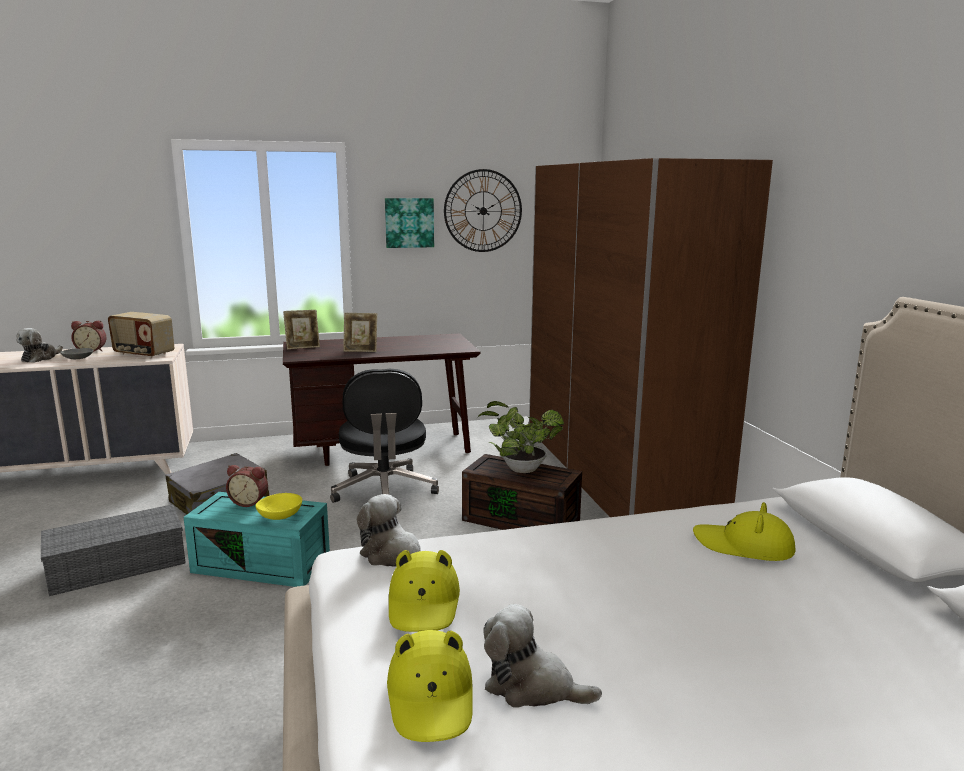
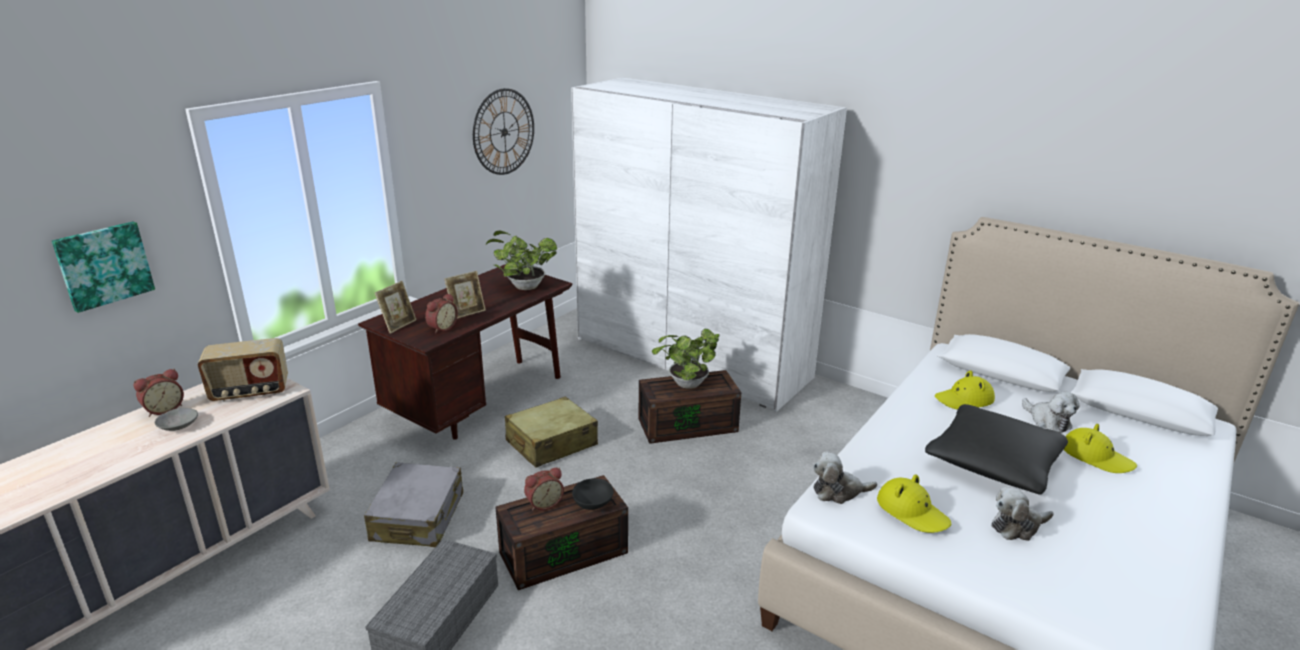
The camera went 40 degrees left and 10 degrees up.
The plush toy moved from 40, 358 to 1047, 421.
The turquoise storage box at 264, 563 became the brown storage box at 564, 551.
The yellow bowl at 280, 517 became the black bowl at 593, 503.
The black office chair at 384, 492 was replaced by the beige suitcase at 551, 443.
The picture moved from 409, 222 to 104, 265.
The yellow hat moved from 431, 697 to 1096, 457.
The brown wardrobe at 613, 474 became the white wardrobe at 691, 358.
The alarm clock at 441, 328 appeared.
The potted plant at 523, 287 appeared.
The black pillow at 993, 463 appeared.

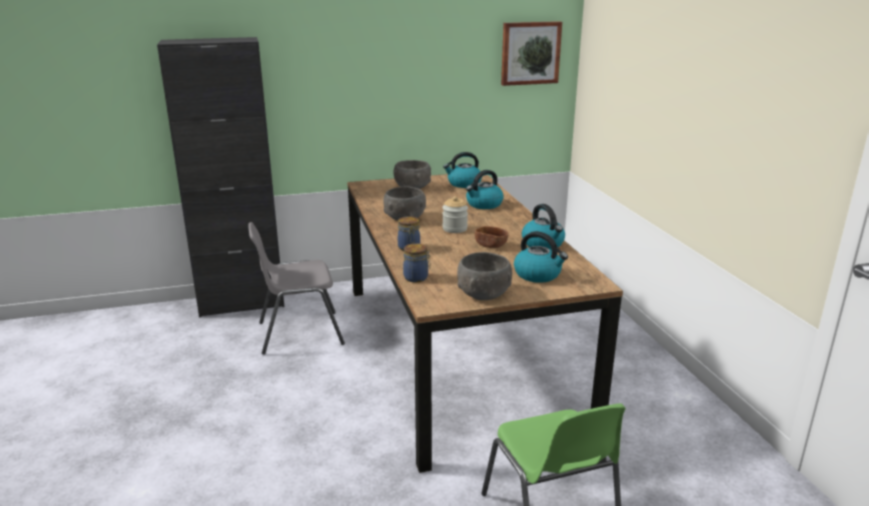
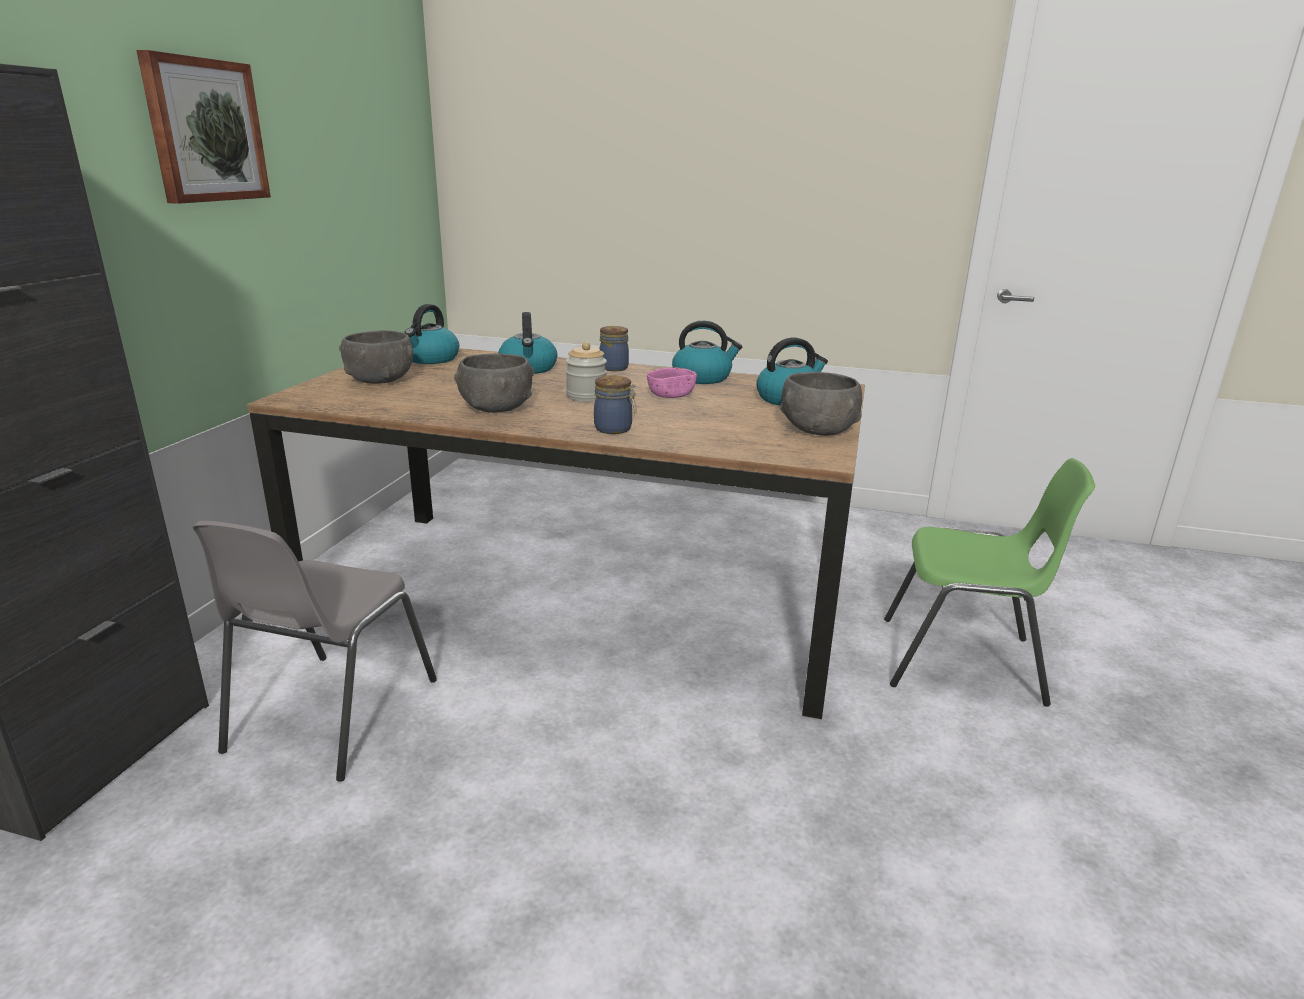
The camera went 60 degrees left and 0 degrees up.
The jar moved from 417, 278 to 615, 368.
The brown bowl at 491, 245 became the pink bowl at 671, 395.
The picture moved from 530, 53 to 205, 131.

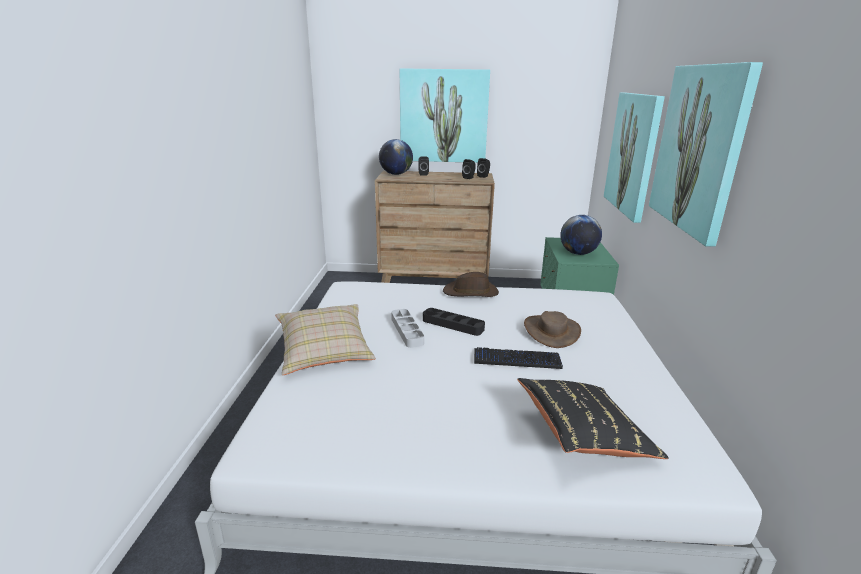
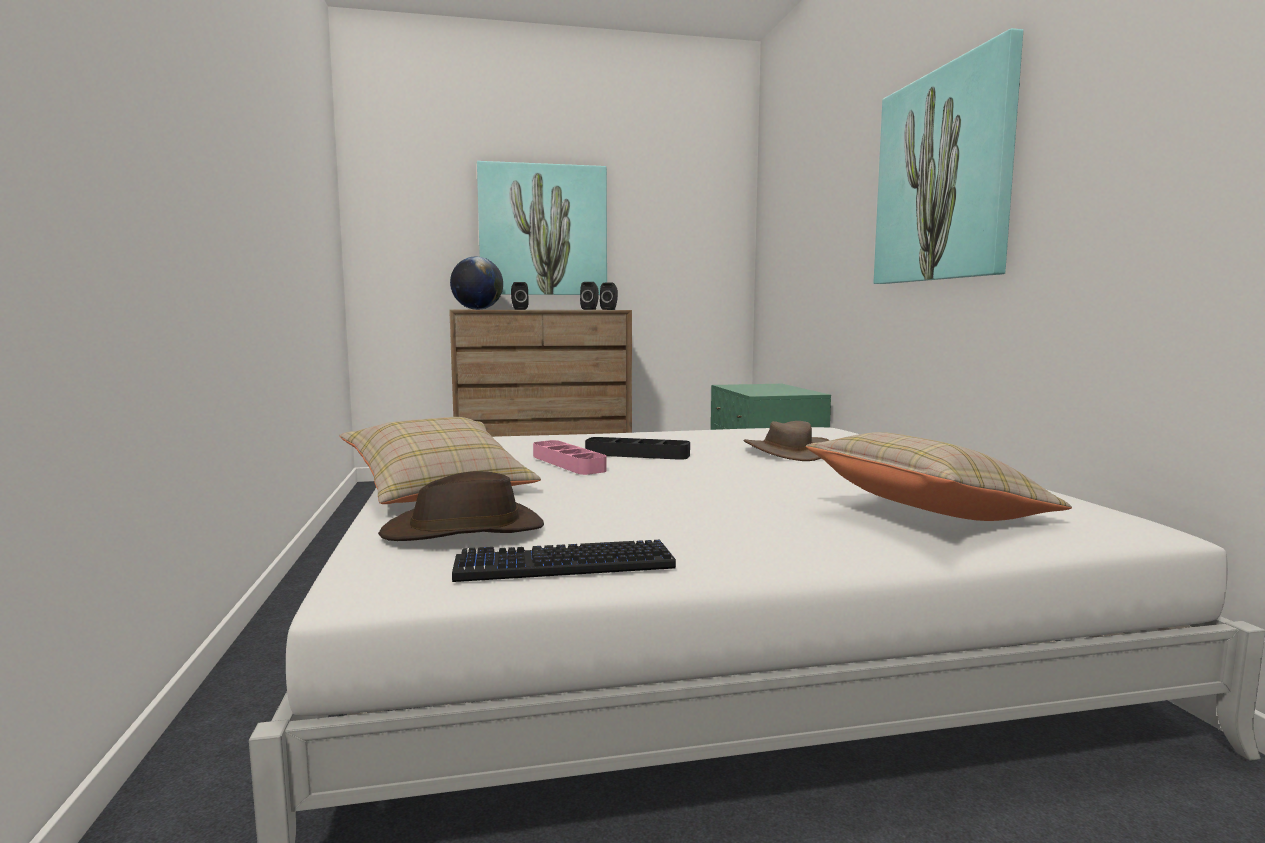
The camera went 15 degrees left and 15 degrees down.
The grey tray at 407, 331 became the pink tray at 568, 463.
The brown hat moved from 471, 292 to 465, 531.
The keyboard moved from 516, 359 to 563, 564.
The black pillow at 583, 435 became the beige pillow at 928, 513.
The globe at 578, 253 disappeared.
The picture at 633, 154 disappeared.

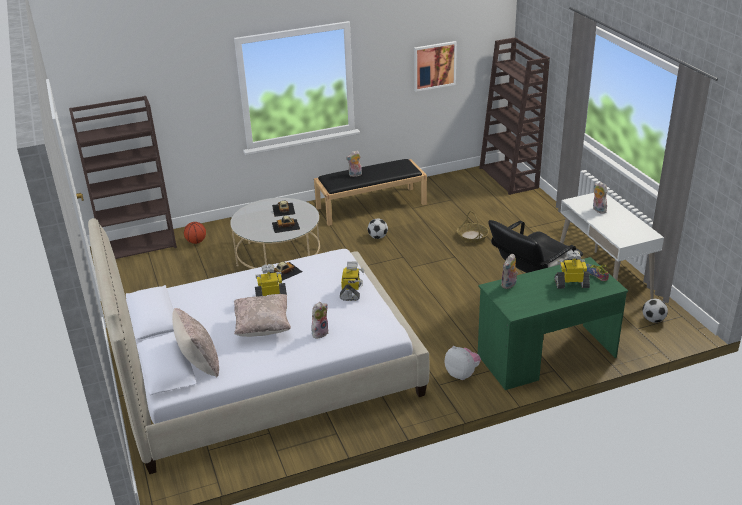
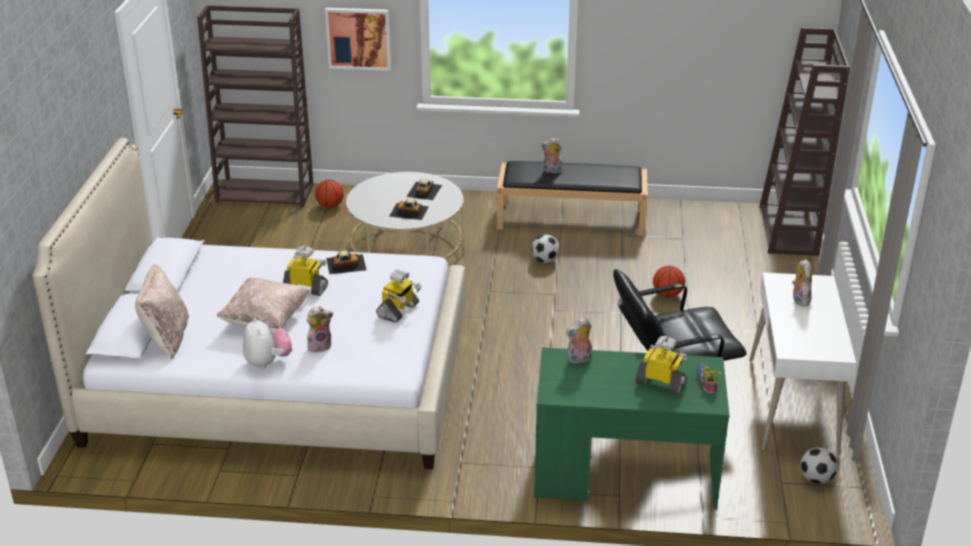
The camera went 25 degrees right and 0 degrees up.
The picture moved from 434, 65 to 358, 38.
The plush toy moved from 462, 374 to 268, 362.
The basket at 472, 236 was replaced by the basketball at 667, 294.

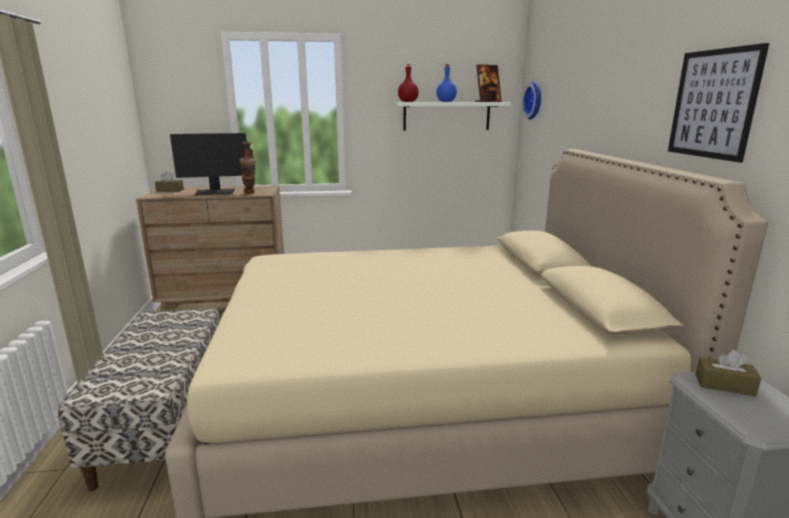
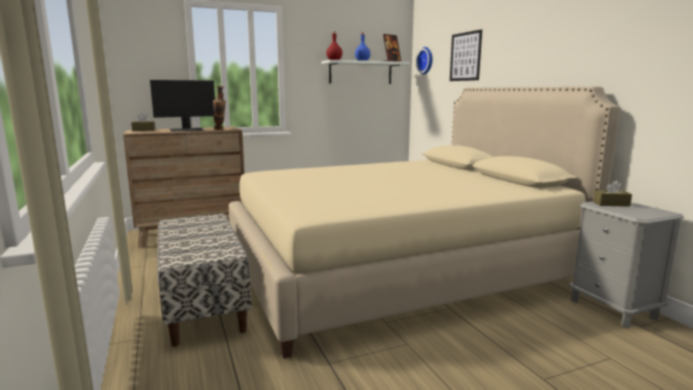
The camera went 15 degrees left and 5 degrees down.
The picture moved from 713, 104 to 465, 56.

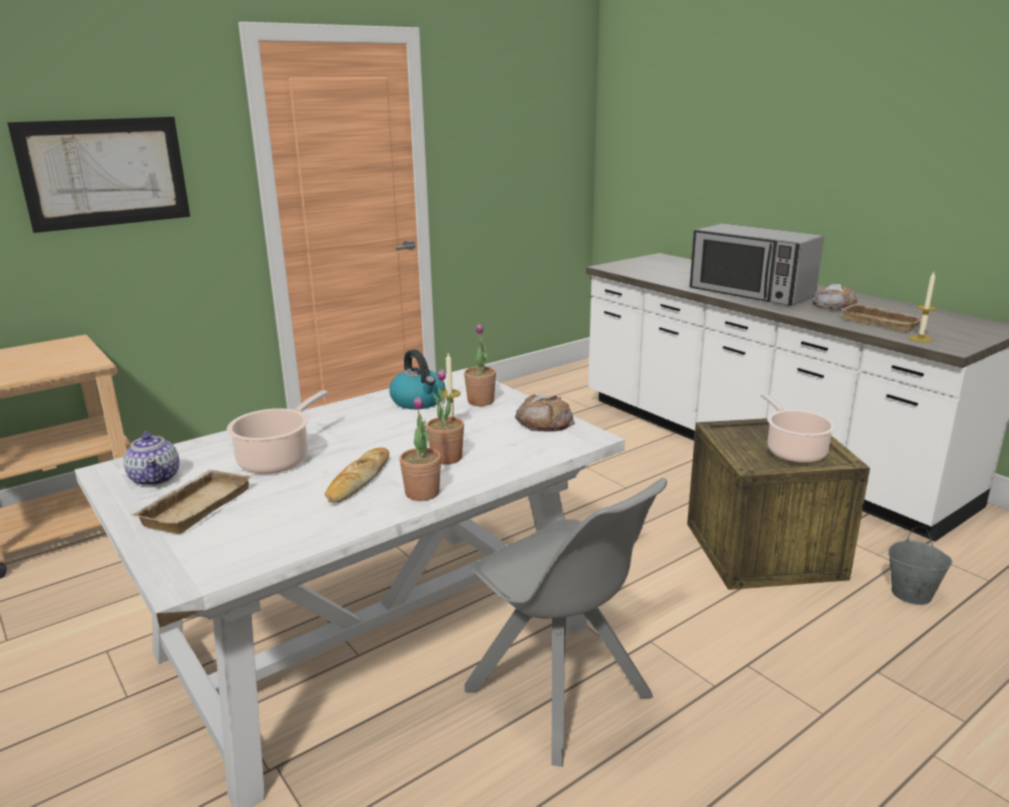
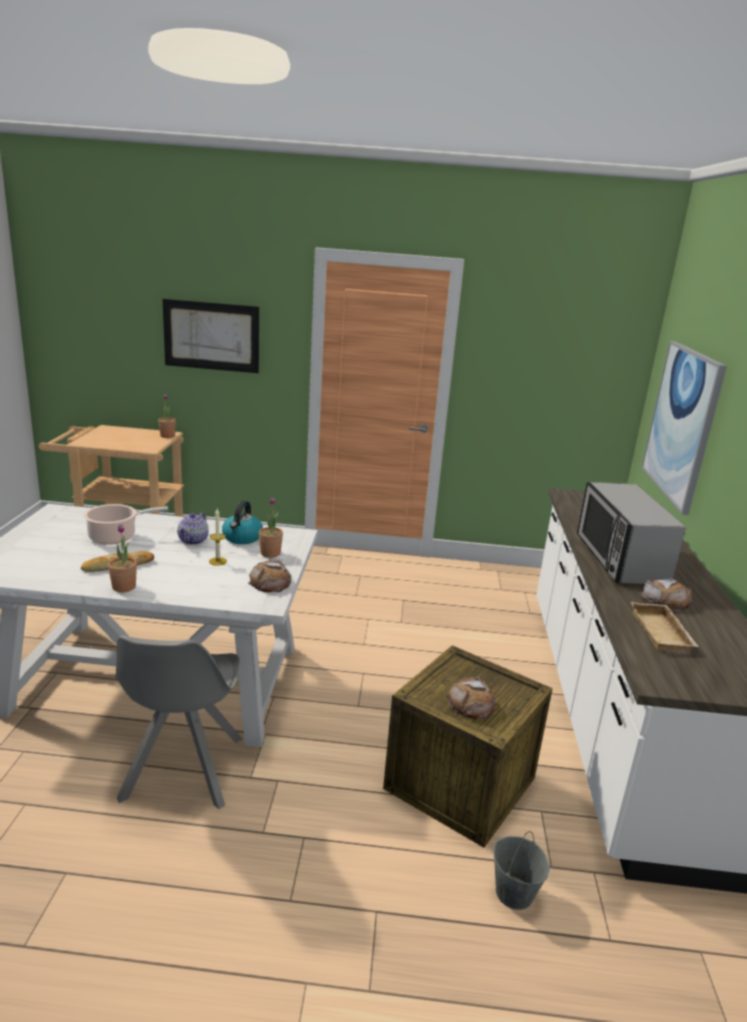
The camera went 40 degrees right and 0 degrees up.
The teapot moved from 156, 478 to 193, 540.
The beige tray at 195, 506 disappeared.
The potted plant moved from 446, 458 to 167, 436.
The cooking pot at 793, 451 was replaced by the bread at 471, 703.
The candle at 920, 339 disappeared.
The picture at 681, 423 appeared.

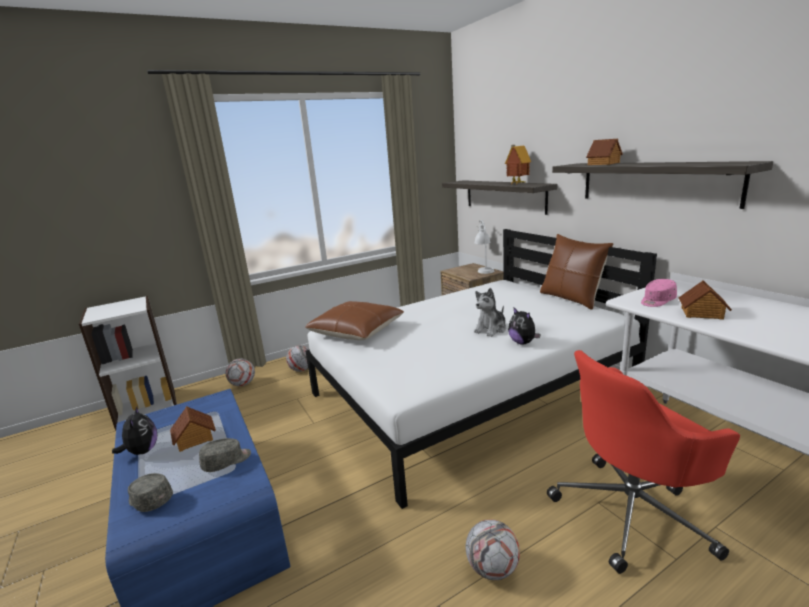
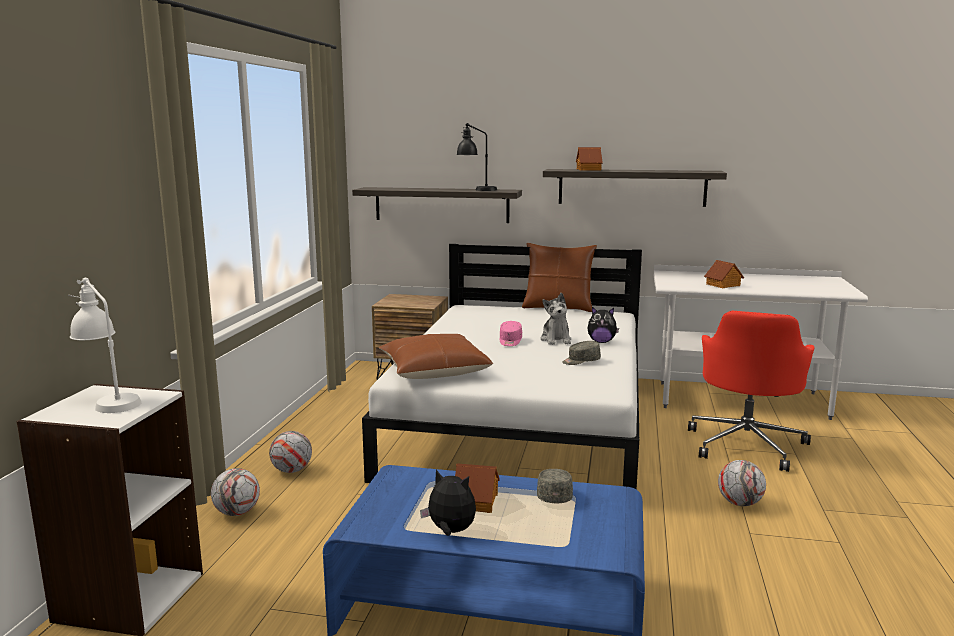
The camera went 50 degrees left and 5 degrees down.
The grey cap moved from 150, 499 to 581, 361.
The white table lamp moved from 484, 269 to 108, 401.
The toy house at 516, 184 was replaced by the black table lamp at 476, 190.
The pink cap moved from 657, 301 to 510, 341.

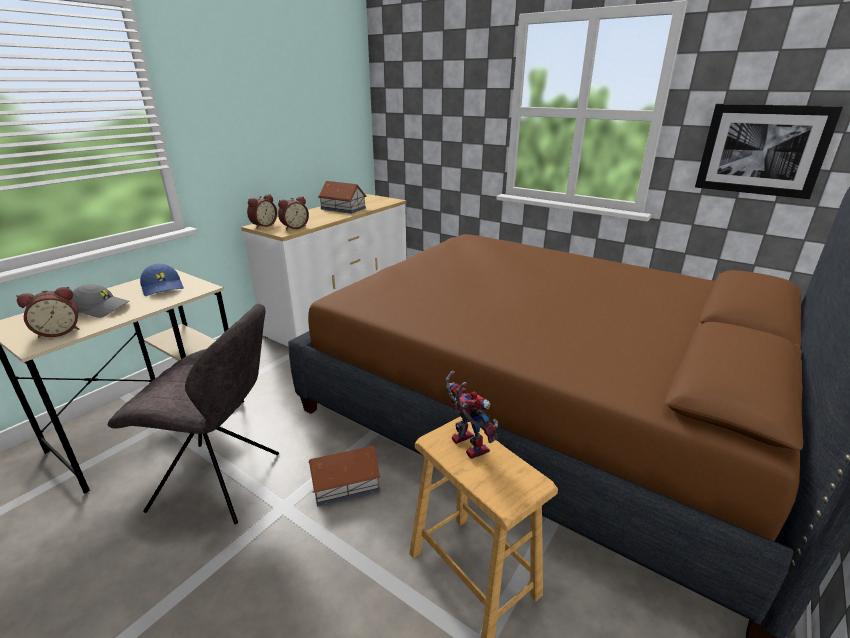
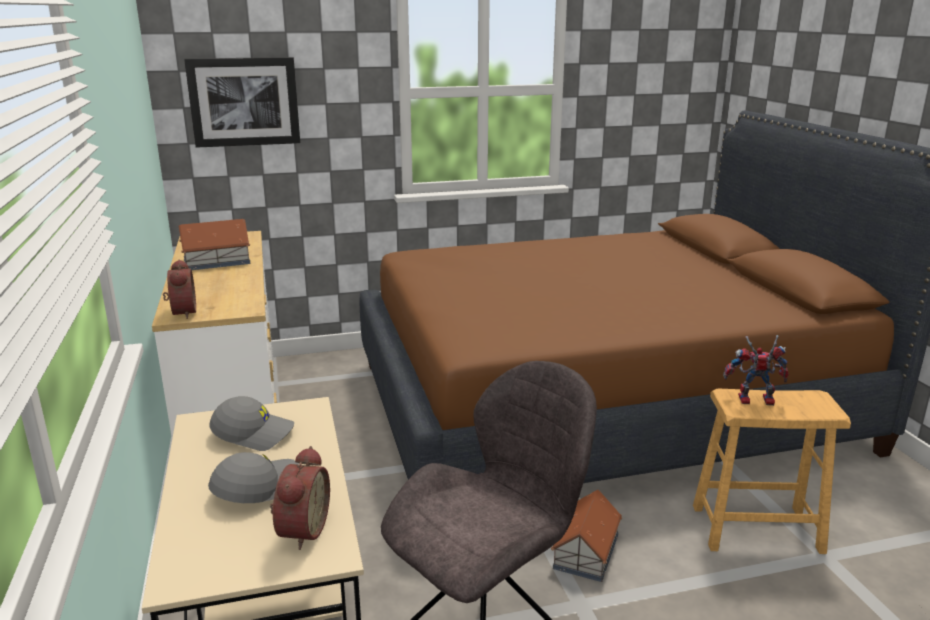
The camera went 50 degrees left and 5 degrees down.
The blue cap at 163, 287 became the grey cap at 254, 433.
The alarm clock at 294, 227 disappeared.
The picture moved from 762, 150 to 244, 102.

